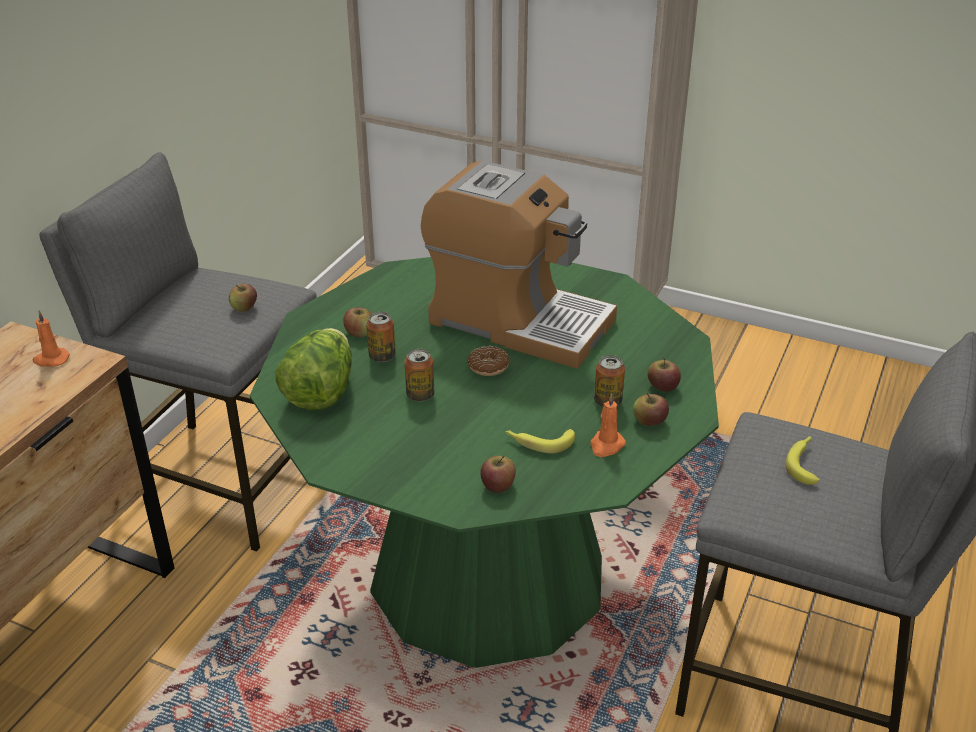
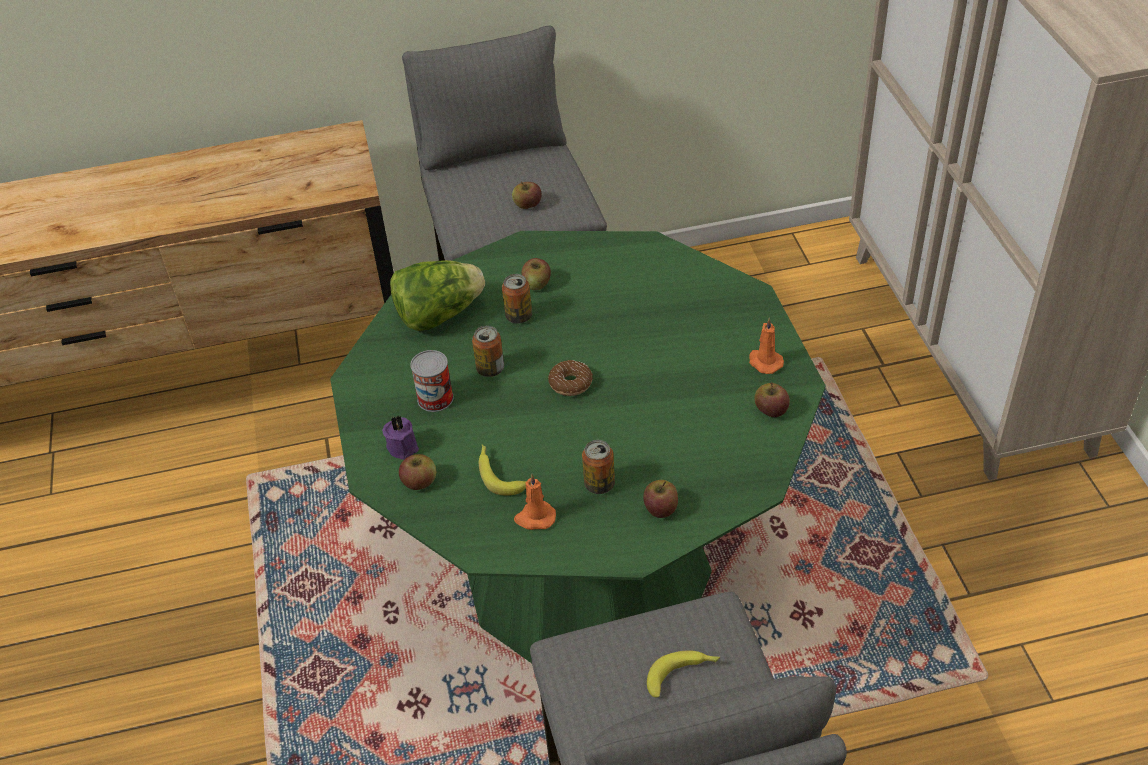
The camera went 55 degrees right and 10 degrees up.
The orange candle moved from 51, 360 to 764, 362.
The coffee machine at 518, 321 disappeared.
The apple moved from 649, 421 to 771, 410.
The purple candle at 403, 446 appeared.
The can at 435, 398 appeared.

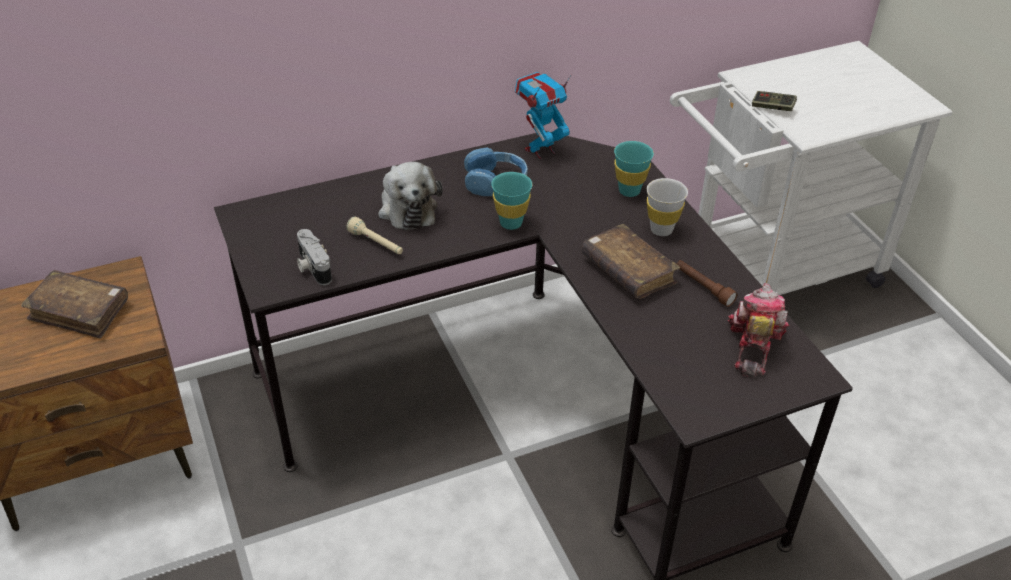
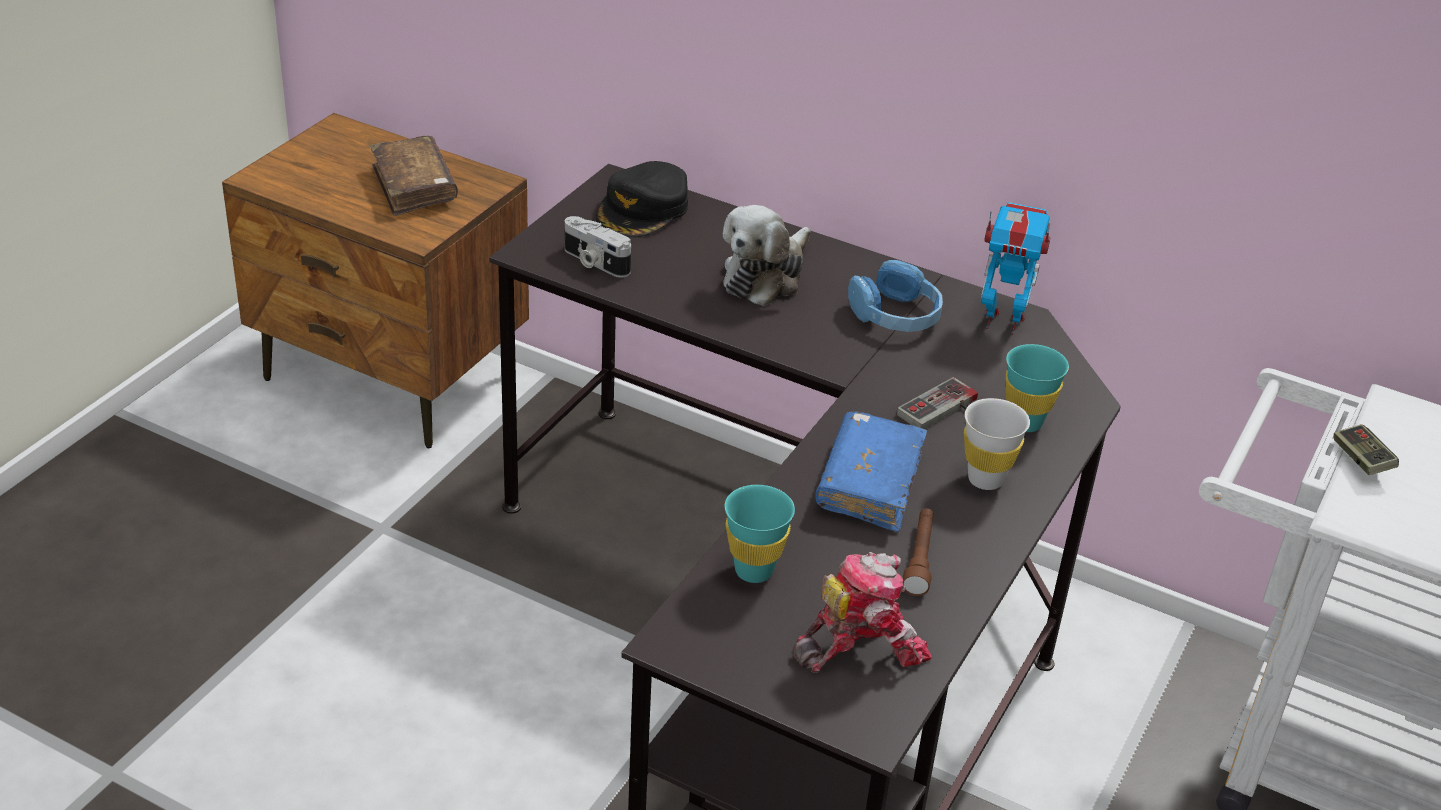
The camera went 50 degrees right and 5 degrees down.
The photo camera at 312, 267 turned 75 degrees counterclockwise.
The beige flashlight at 376, 244 disappeared.
The turquoise cup moved from 511, 223 to 754, 571.
The brown book at 628, 271 became the blue book at 869, 483.
The black cap at 643, 210 appeared.
The game controller at 944, 411 appeared.

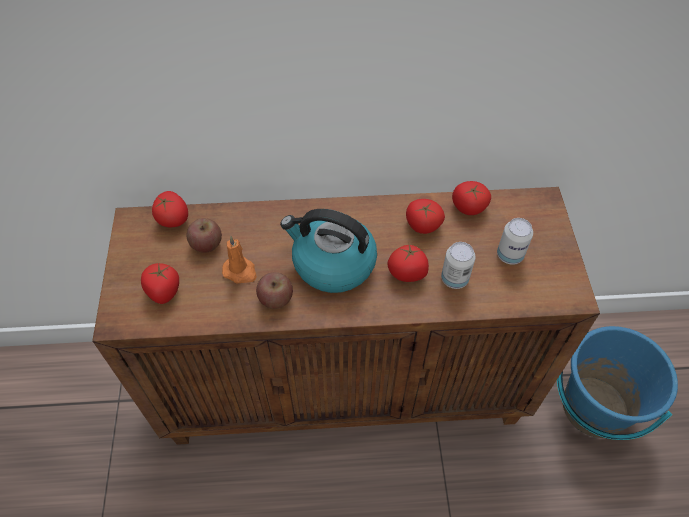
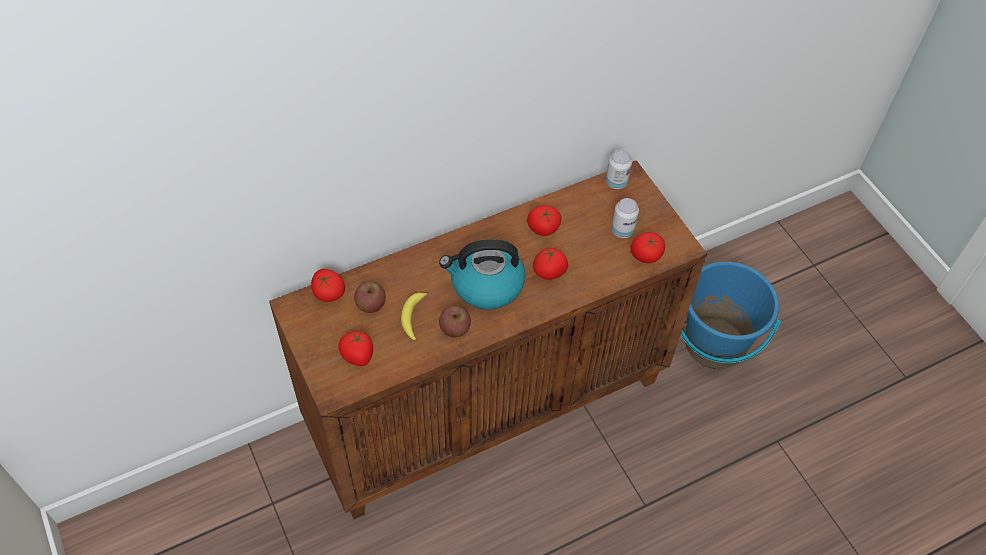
The camera went 25 degrees left and 0 degrees up.
The orange candle at 240, 271 was replaced by the banana at 413, 317.
The can moved from 454, 279 to 616, 182.
The tomato moved from 468, 207 to 645, 255.

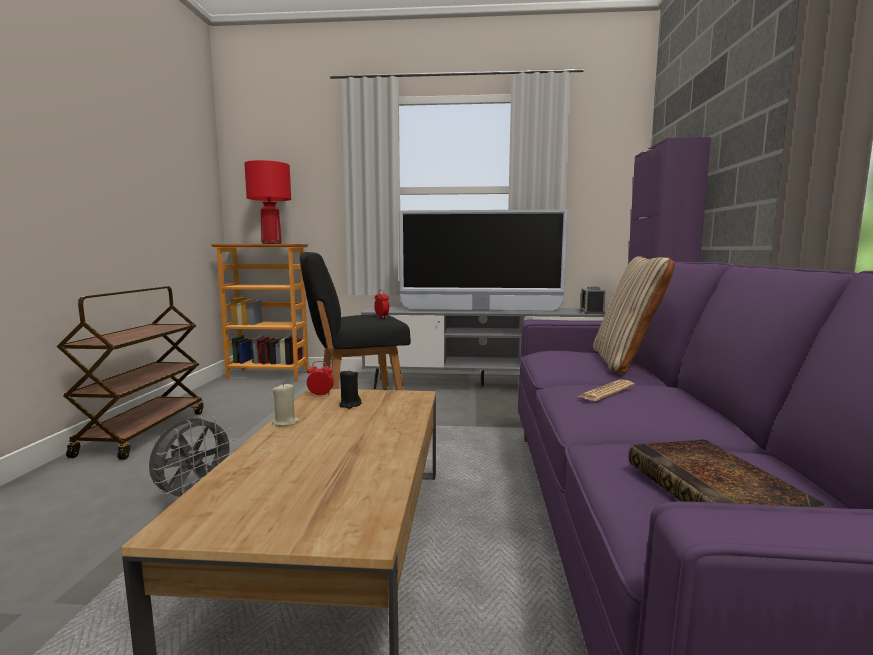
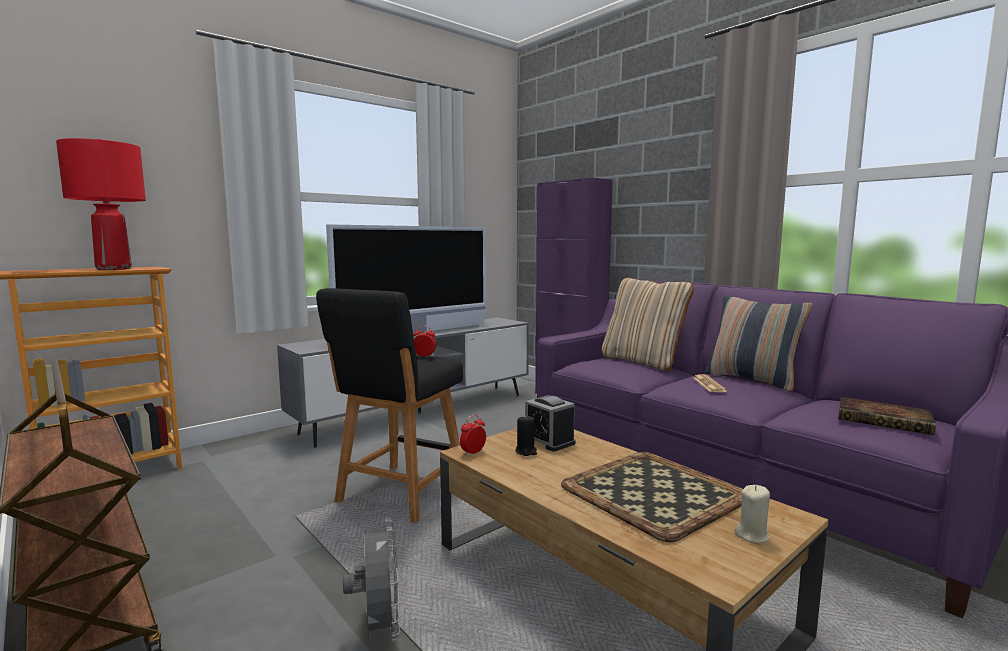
The camera went 45 degrees left and 0 degrees up.
The beige candle moved from 285, 422 to 752, 535.
The alarm clock moved from 592, 312 to 549, 441.
The tray at 651, 492 appeared.
The pillow at 752, 380 appeared.

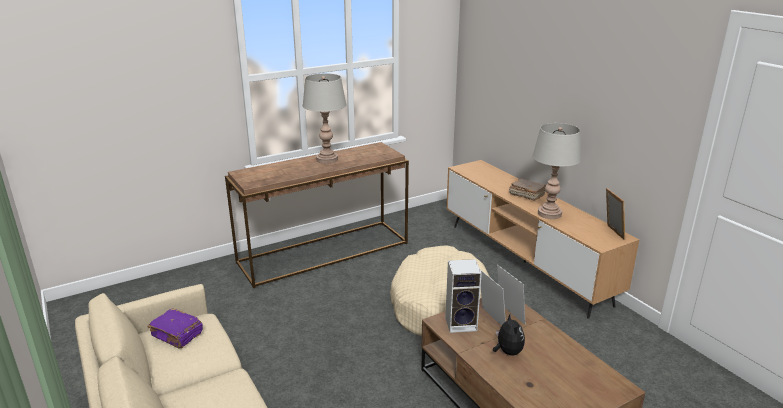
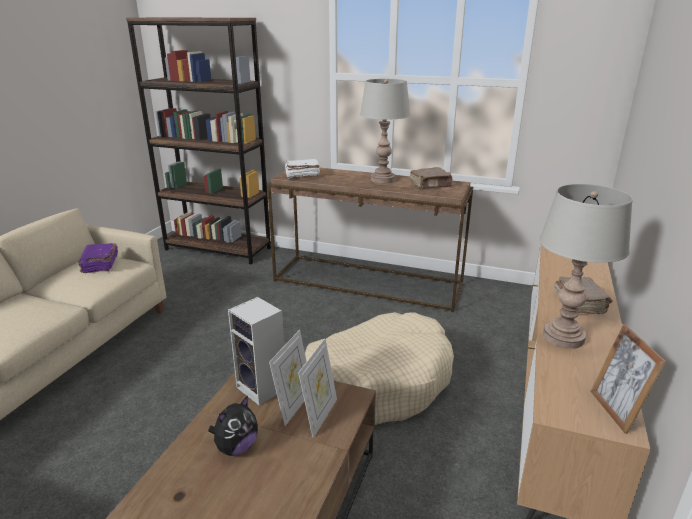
The camera went 50 degrees right and 0 degrees up.
The picture frame at 612, 232 turned 135 degrees clockwise.
The brown bookcase at 218, 249 appeared.
The white book at 301, 175 appeared.
The brown book at 430, 185 appeared.

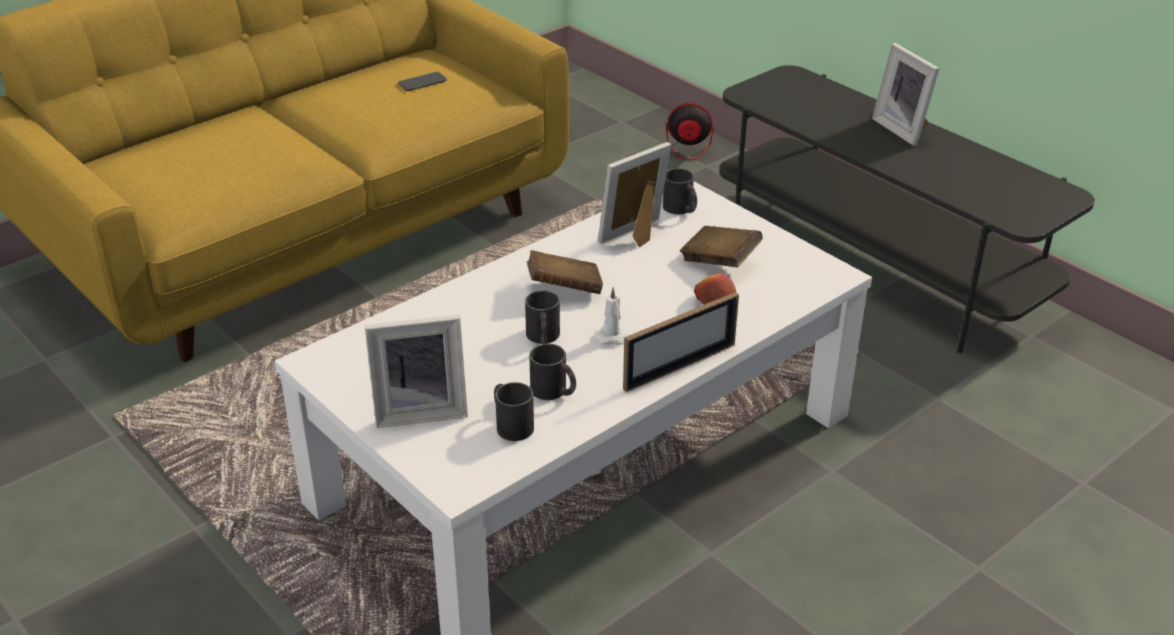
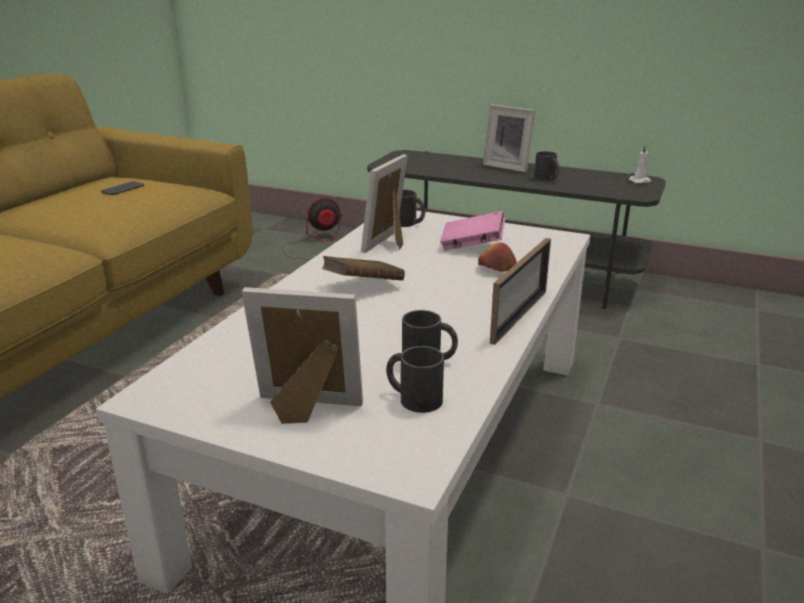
The camera went 25 degrees left and 10 degrees down.
The picture frame at 420, 410 turned 135 degrees counterclockwise.
The black mug moved from 543, 338 to 547, 179.
The white candle moved from 613, 337 to 640, 181.
The brown book at 719, 261 became the pink book at 472, 246.

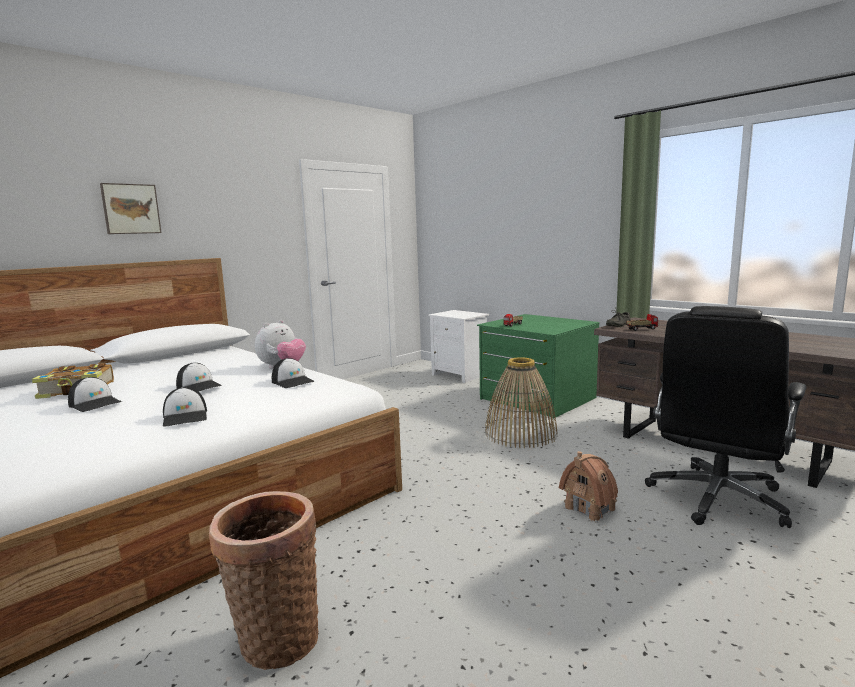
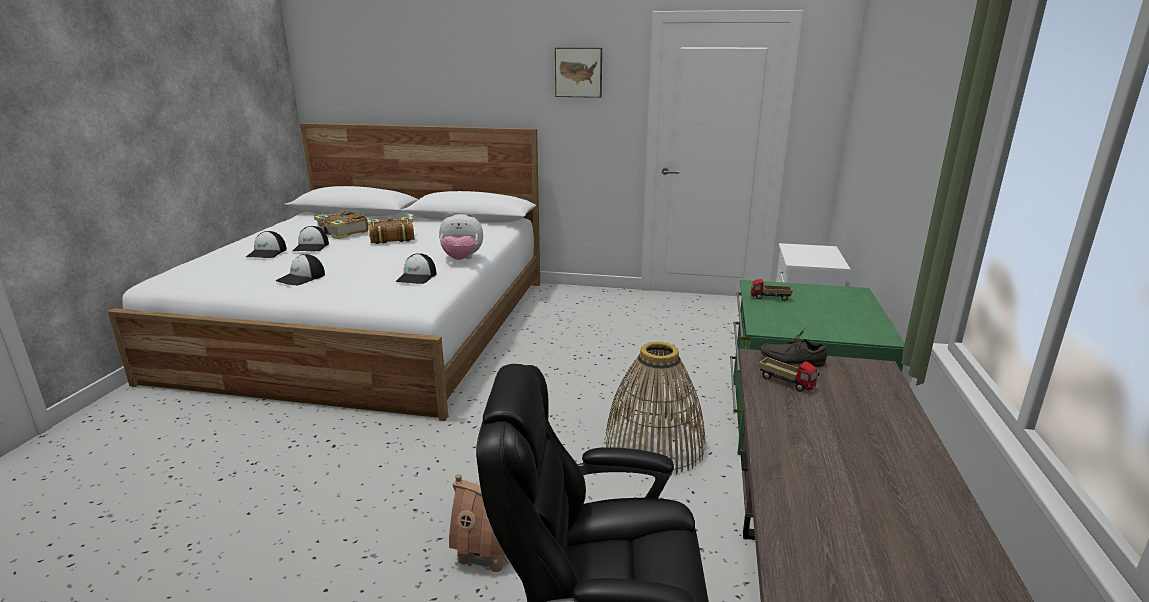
The camera went 55 degrees right and 10 degrees up.
The picture moved from 130, 209 to 578, 72.
The cap moved from 199, 386 to 267, 253.
The basket at 275, 637 disappeared.
The book at 391, 238 appeared.

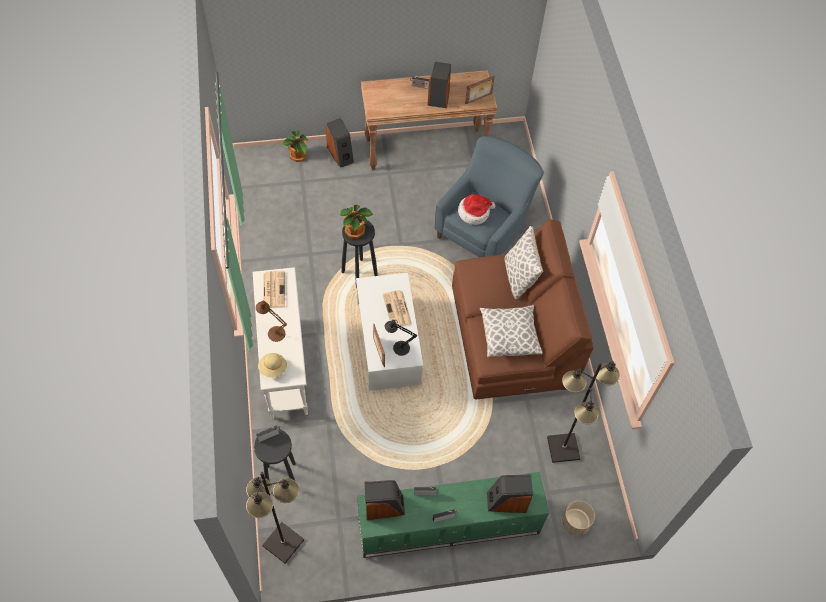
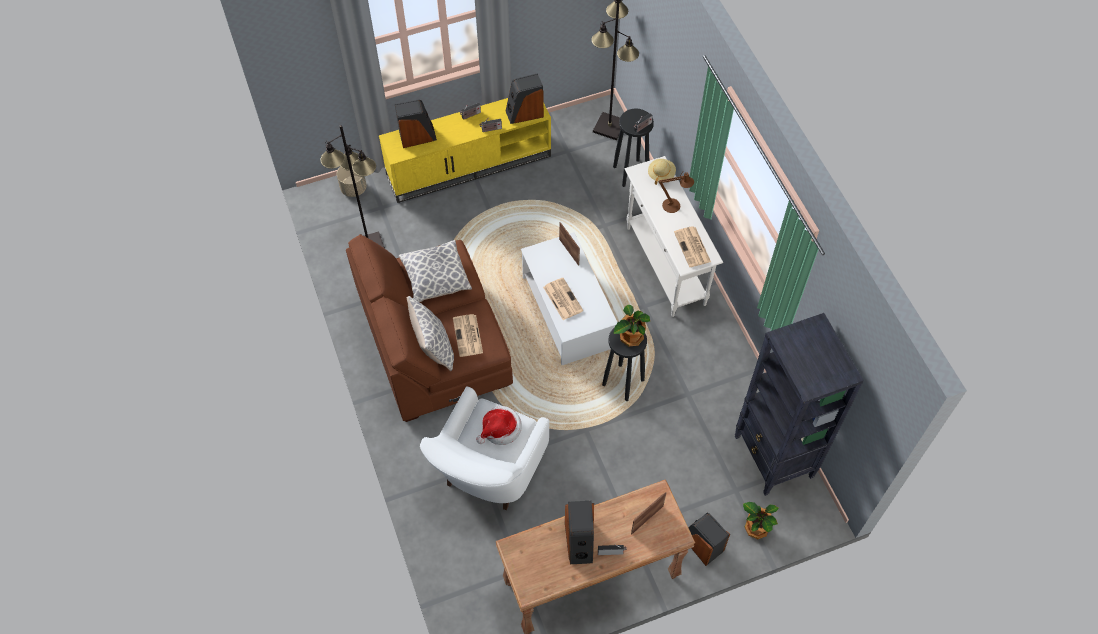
The camera went 170 degrees right and 0 degrees up.
The green tv stand at 447, 526 became the yellow tv stand at 469, 164.
The black table lamp at 398, 347 disappeared.
The blue armchair at 484, 229 became the white armchair at 488, 474.
The picture frame moved from 479, 99 to 646, 519.
The newspaper at 468, 336 appeared.
The black bookcase at 773, 457 appeared.

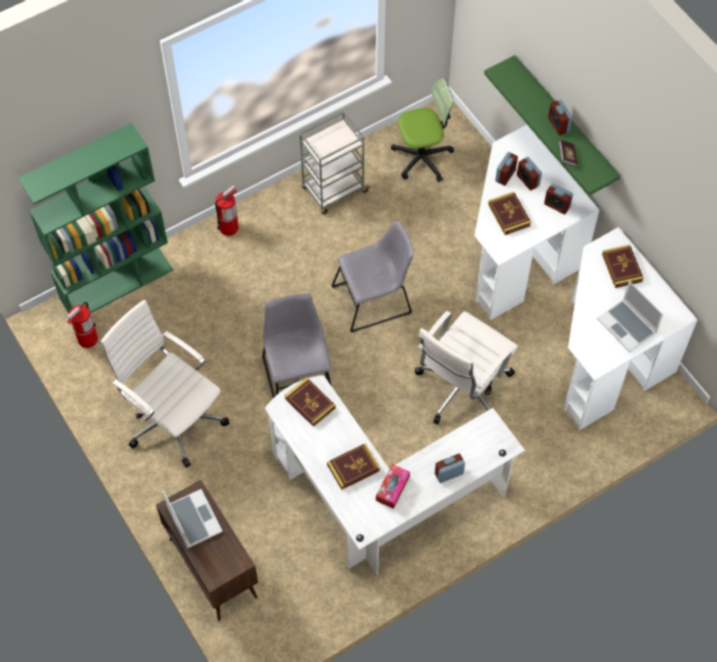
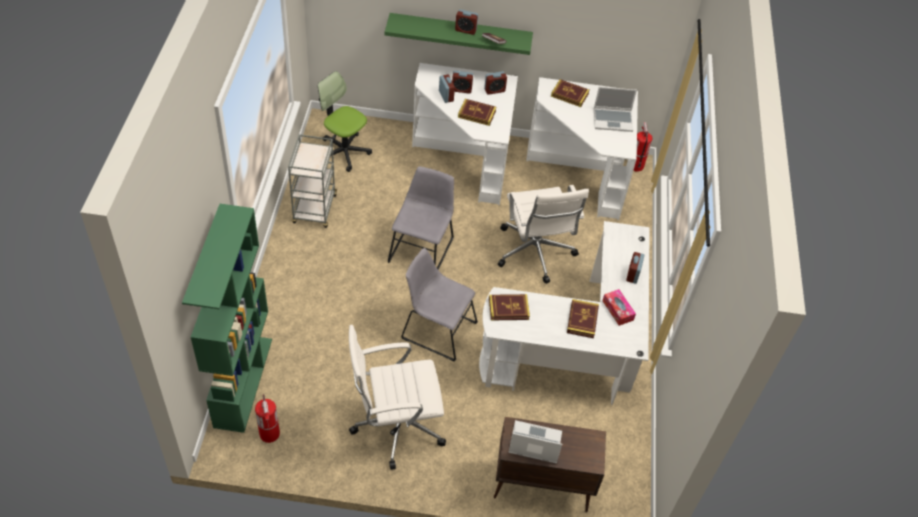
The camera went 55 degrees left and 10 degrees down.
The fire extinguisher moved from 229, 227 to 636, 165.
The office chair at 422, 158 turned 75 degrees counterclockwise.

